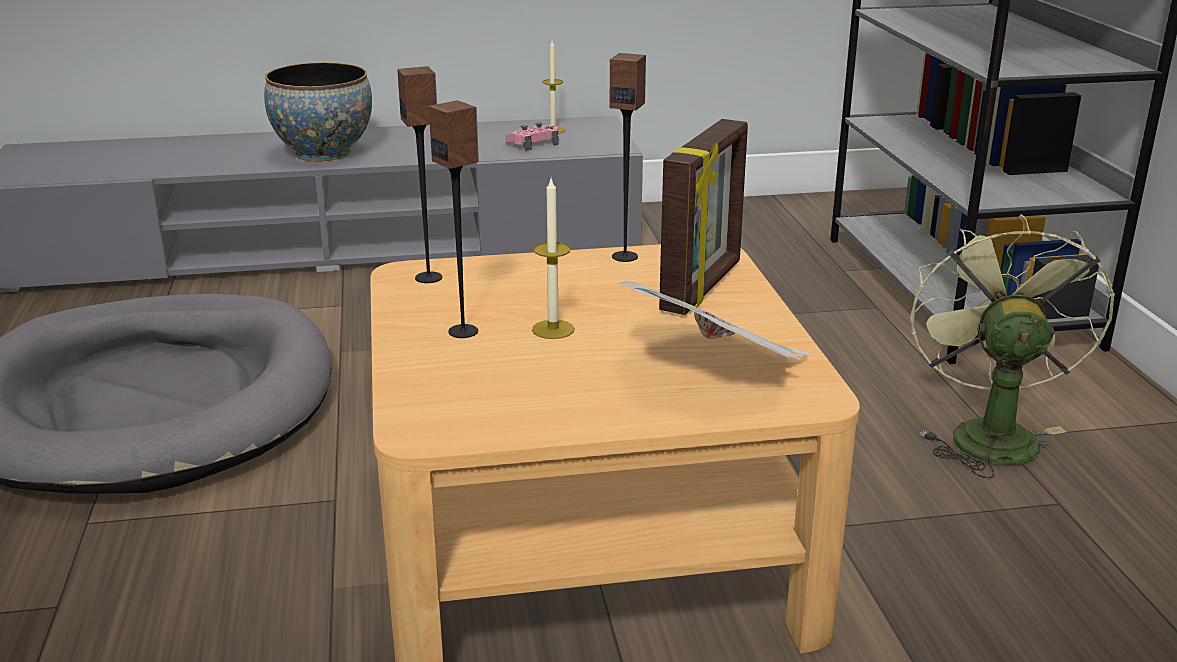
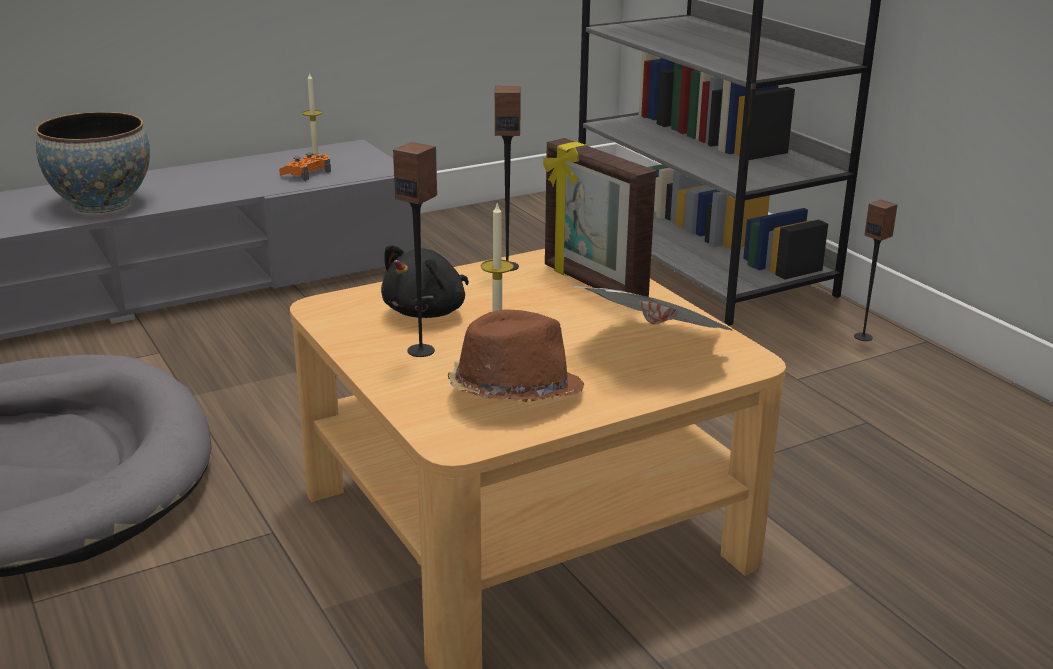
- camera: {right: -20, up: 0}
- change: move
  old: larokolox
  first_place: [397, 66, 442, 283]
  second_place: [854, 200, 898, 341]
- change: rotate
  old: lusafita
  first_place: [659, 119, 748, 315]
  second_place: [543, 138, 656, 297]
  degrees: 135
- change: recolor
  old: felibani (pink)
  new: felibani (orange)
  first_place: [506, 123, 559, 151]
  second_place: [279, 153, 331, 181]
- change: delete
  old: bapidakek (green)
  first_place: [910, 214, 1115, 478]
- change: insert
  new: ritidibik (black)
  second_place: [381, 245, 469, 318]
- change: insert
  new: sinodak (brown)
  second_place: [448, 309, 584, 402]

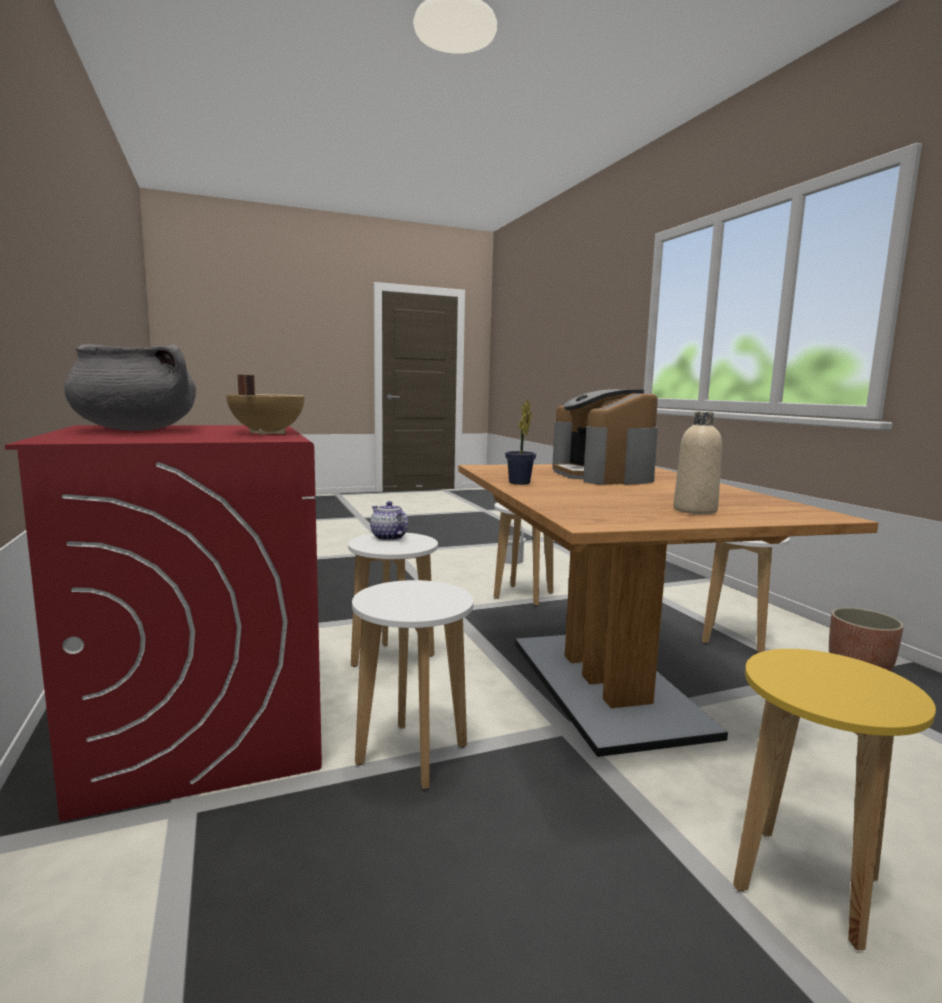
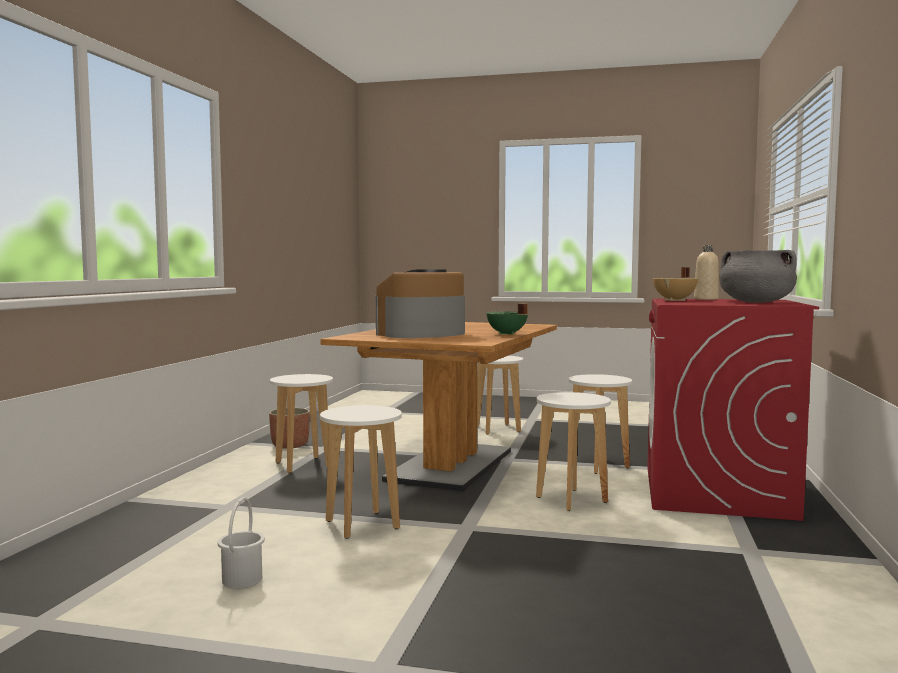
- camera: {right: -145, up: -5}
- change: rotate
  old: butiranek
  first_place: [552, 389, 658, 484]
  second_place: [376, 269, 465, 338]
  degrees: -150
- change: replace
  old: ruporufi
  new: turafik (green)
  first_place: [505, 400, 536, 485]
  second_place: [487, 303, 528, 335]
- change: move
  old: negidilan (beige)
  first_place: [673, 412, 722, 514]
  second_place: [694, 245, 719, 300]
- change: delete
  old: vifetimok
  first_place: [370, 501, 408, 540]
- change: recolor
  old: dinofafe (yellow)
  new: dinofafe (white)
  first_place: [733, 649, 936, 951]
  second_place: [477, 356, 524, 435]

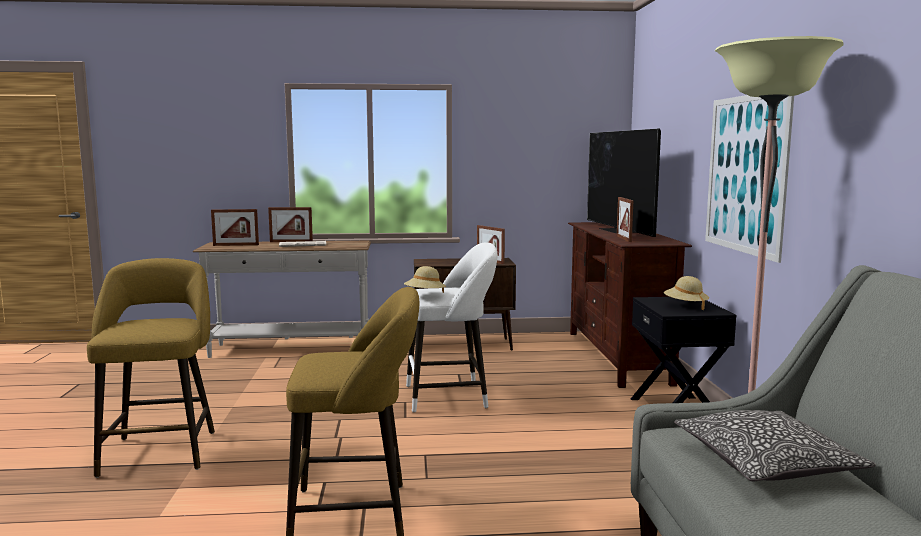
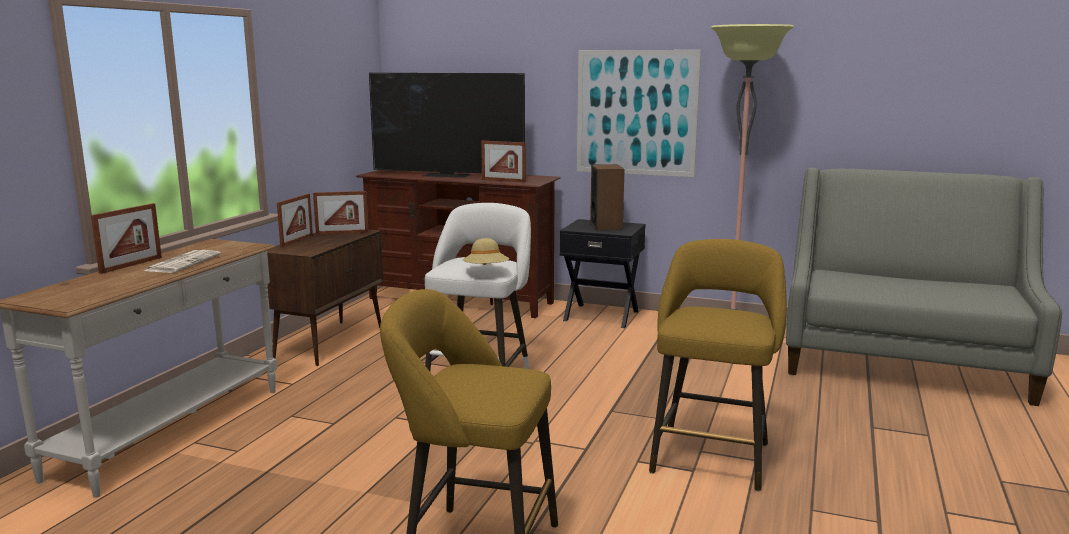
- camera: {right: -65, up: 5}
- change: move
  old: lusafita
  first_place: [211, 209, 259, 246]
  second_place: [277, 194, 313, 247]
- change: replace
  old: sinodak (beige)
  new: larokolox
  first_place: [664, 276, 709, 310]
  second_place: [590, 164, 625, 230]
- change: delete
  old: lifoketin
  first_place: [674, 410, 876, 481]

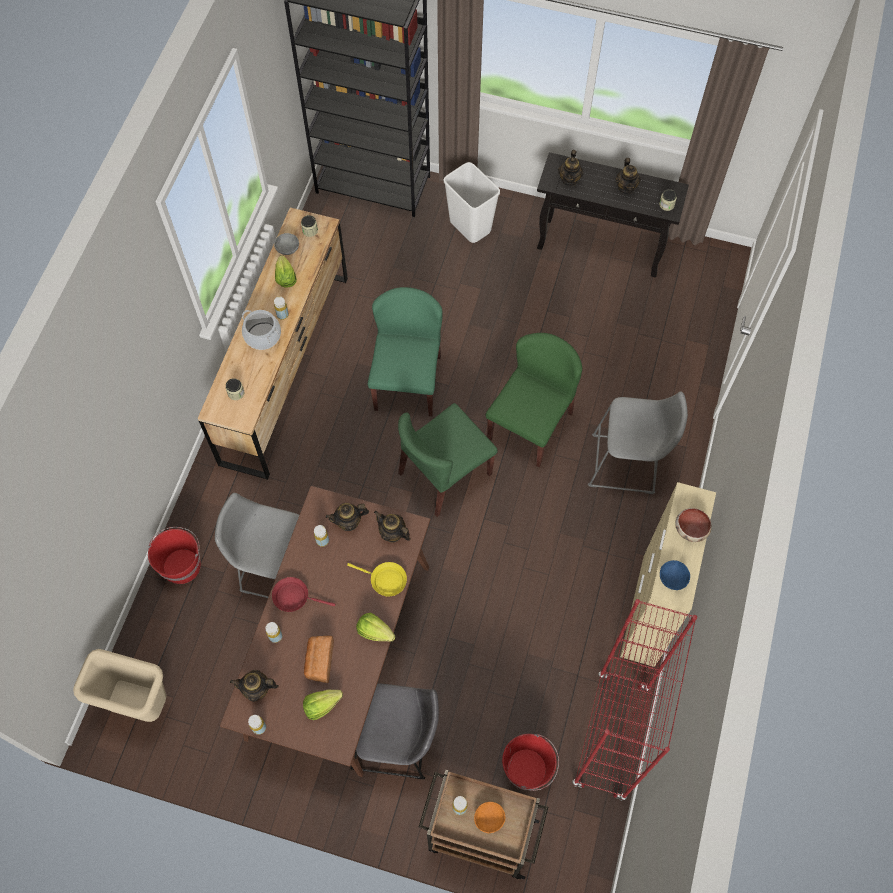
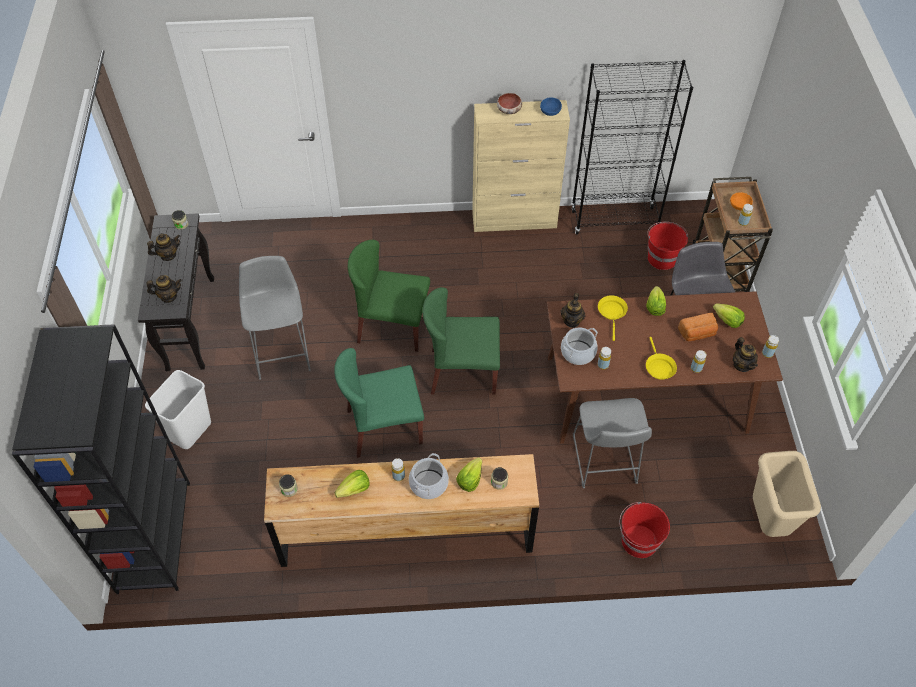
- camera: {right: -110, up: -10}
- change: delete
  old: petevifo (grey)
  first_place: [274, 233, 299, 255]
- change: move
  old: dinofafe (grey)
  first_place: [588, 391, 688, 494]
  second_place: [239, 256, 311, 380]
- change: rotate
  old: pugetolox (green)
  first_place: [398, 403, 498, 517]
  second_place: [422, 287, 500, 394]
  degrees: 150
- change: replace
  old: vifetimok
  new: turafik
  first_place: [326, 503, 369, 531]
  second_place: [561, 327, 598, 365]
- change: recolor
  old: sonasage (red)
  new: sonasage (yellow)
  first_place: [272, 577, 335, 612]
  second_place: [646, 337, 677, 380]
- change: recolor
  old: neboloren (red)
  new: neboloren (black)
  first_place: [572, 599, 697, 801]
  second_place: [572, 60, 693, 234]
- change: insert
  new: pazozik
  second_place: [456, 457, 482, 492]

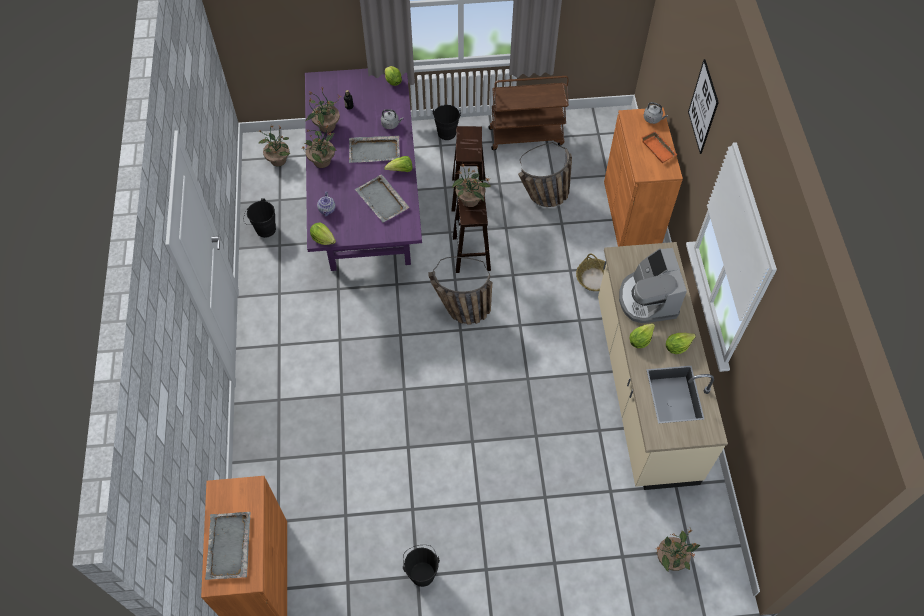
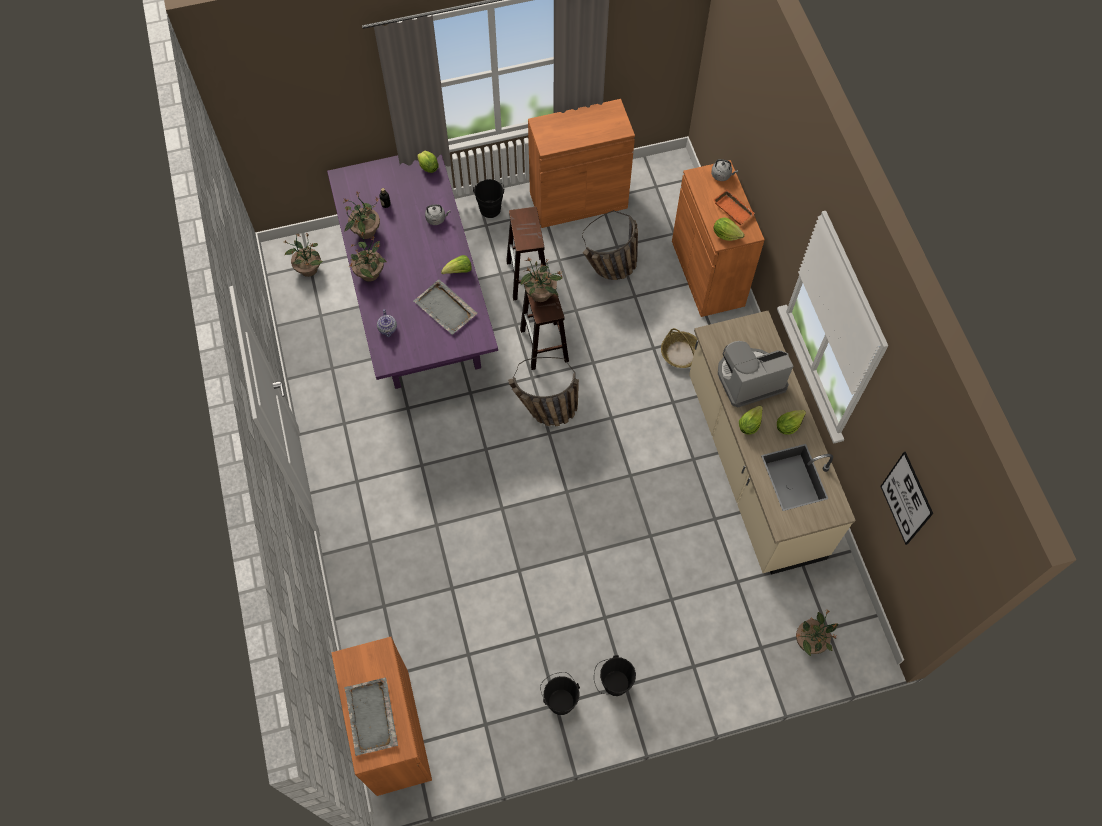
- camera: {right: -10, up: 5}
- change: move
  old: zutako
  first_place: [688, 59, 719, 154]
  second_place: [880, 452, 933, 545]
- change: replace
  old: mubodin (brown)
  new: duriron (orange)
  first_place: [488, 76, 569, 150]
  second_place: [528, 99, 635, 228]
- change: delete
  old: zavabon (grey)
  first_place: [349, 136, 400, 163]
- change: move
  old: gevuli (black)
  first_place: [244, 198, 276, 238]
  second_place: [594, 655, 636, 696]
- change: move
  old: pazozik
  first_place: [310, 222, 336, 245]
  second_place: [713, 217, 745, 241]
- change: rotate
  old: butiranek
  first_place: [619, 248, 687, 323]
  second_place: [718, 341, 794, 408]
  degrees: 90

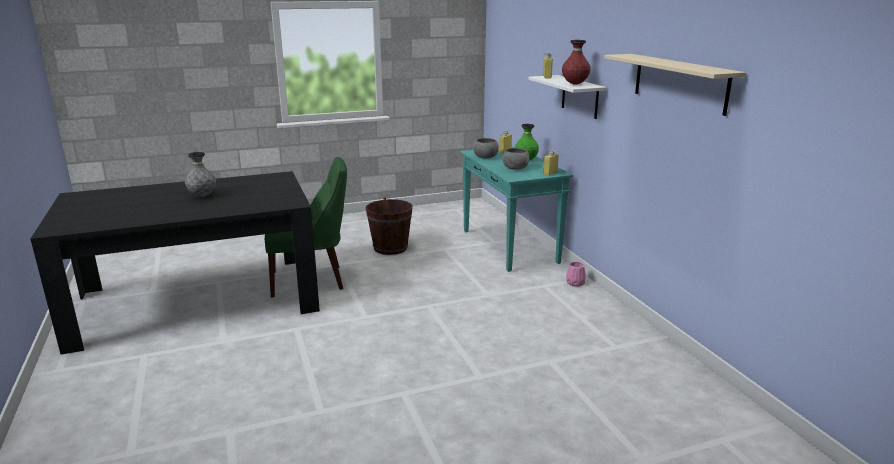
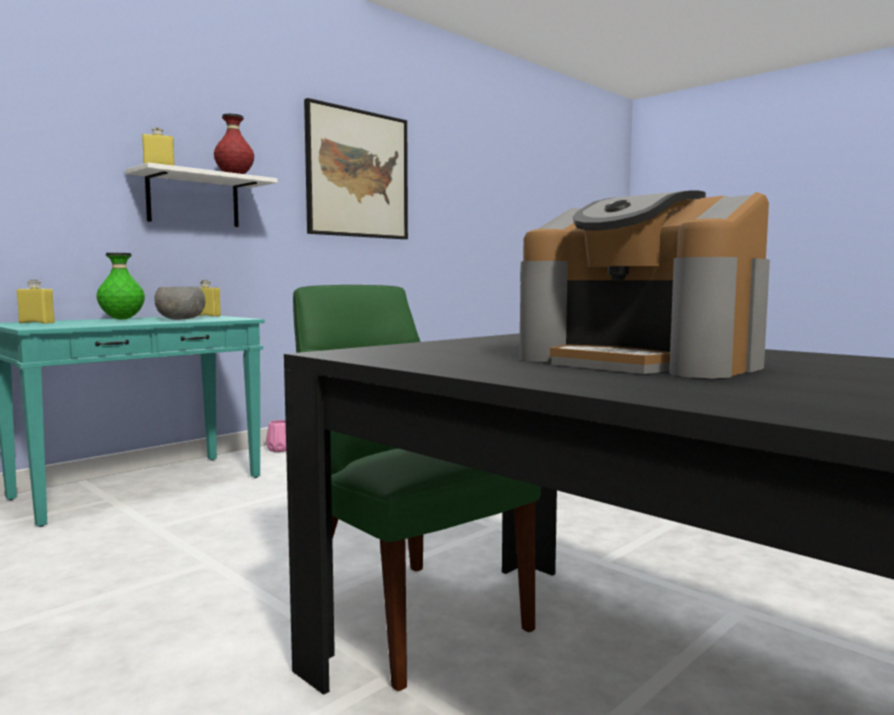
- camera: {right: -115, up: -15}
- change: replace
  old: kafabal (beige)
  new: zutako
  first_place: [604, 54, 746, 116]
  second_place: [304, 98, 408, 239]
- change: delete
  old: petevifo (grey)
  first_place: [473, 138, 499, 159]
- change: replace
  old: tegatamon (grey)
  new: butiranek
  first_place: [185, 152, 216, 197]
  second_place: [519, 190, 770, 379]
- change: delete
  old: gevuli (brown)
  first_place: [366, 198, 413, 255]

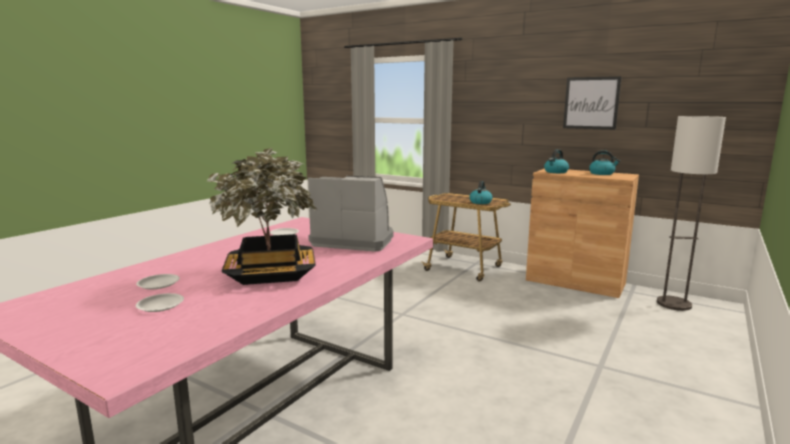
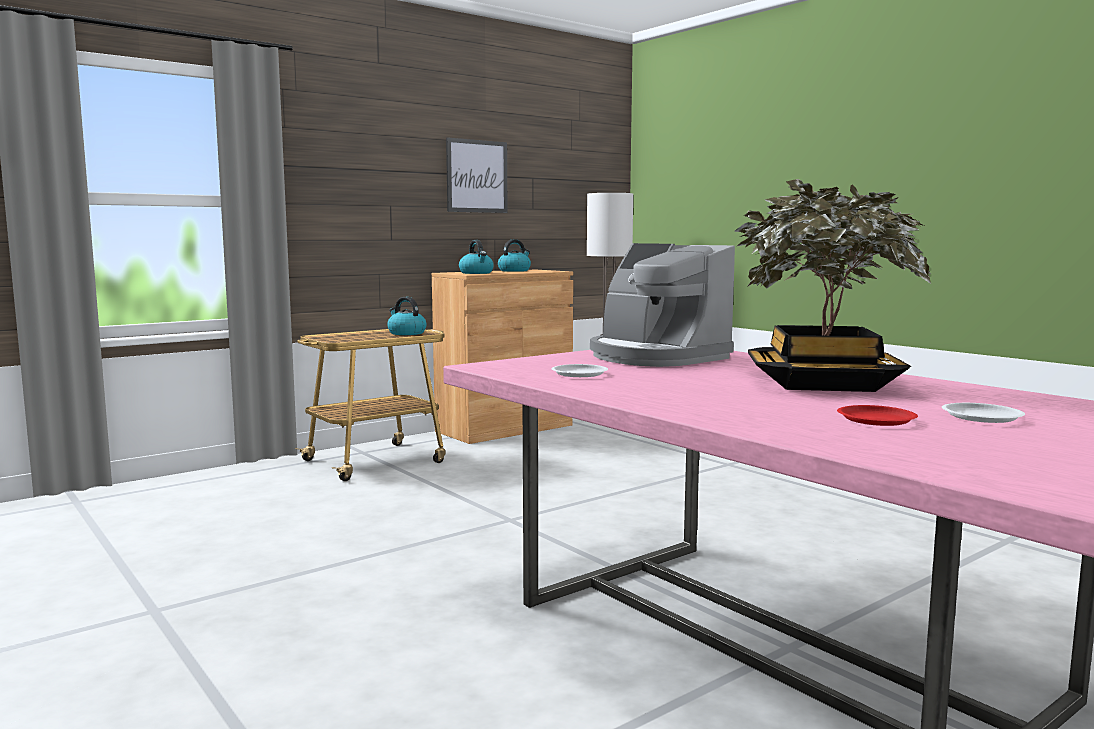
- camera: {right: -70, up: -5}
- change: rotate
  old: butiranek
  first_place: [308, 176, 393, 252]
  second_place: [590, 243, 735, 367]
  degrees: -75
- change: recolor
  old: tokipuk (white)
  new: tokipuk (red)
  first_place: [136, 274, 180, 289]
  second_place: [837, 405, 918, 426]

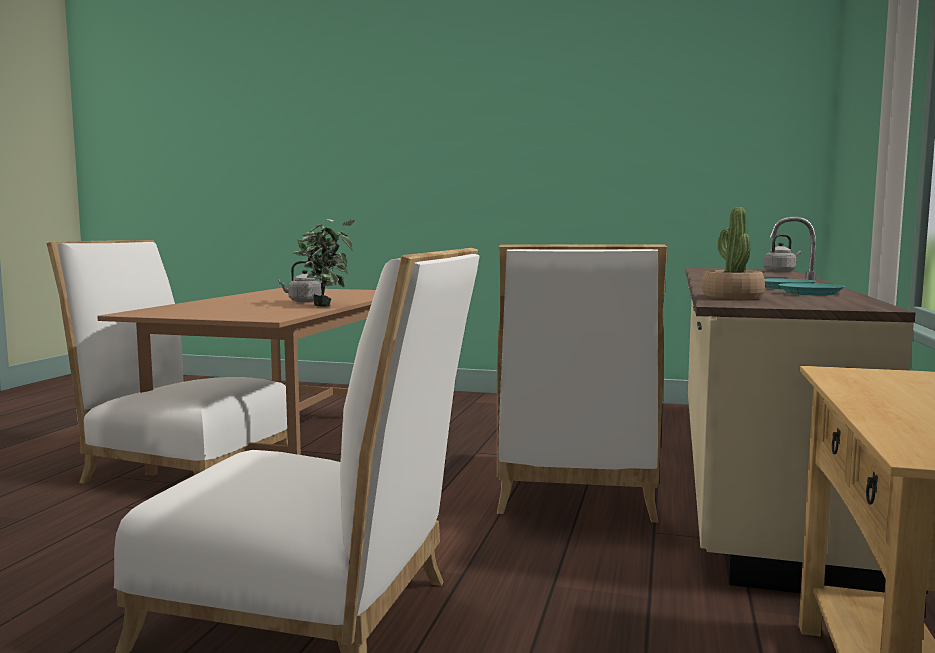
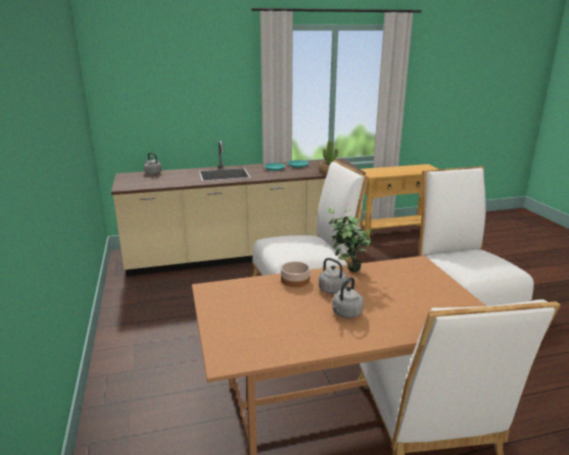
- camera: {right: -120, up: 15}
- change: insert
  new: petevifo
  second_place: [281, 261, 310, 287]
- change: insert
  new: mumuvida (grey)
  second_place: [332, 277, 364, 318]

